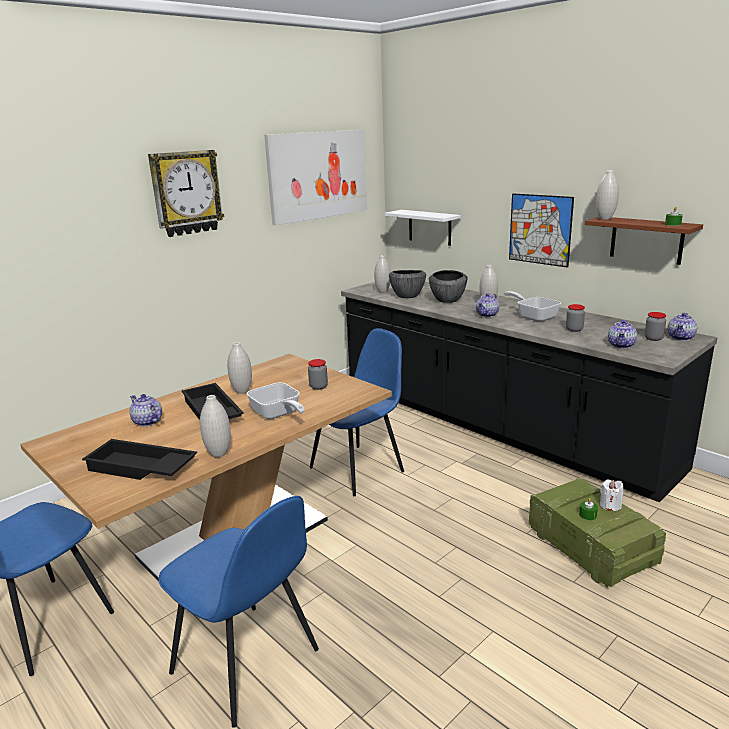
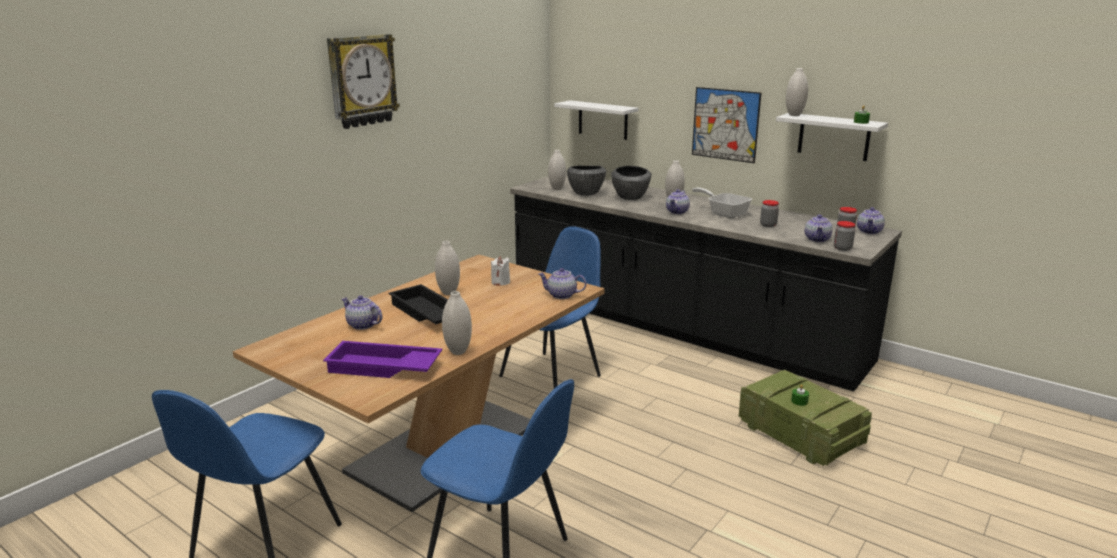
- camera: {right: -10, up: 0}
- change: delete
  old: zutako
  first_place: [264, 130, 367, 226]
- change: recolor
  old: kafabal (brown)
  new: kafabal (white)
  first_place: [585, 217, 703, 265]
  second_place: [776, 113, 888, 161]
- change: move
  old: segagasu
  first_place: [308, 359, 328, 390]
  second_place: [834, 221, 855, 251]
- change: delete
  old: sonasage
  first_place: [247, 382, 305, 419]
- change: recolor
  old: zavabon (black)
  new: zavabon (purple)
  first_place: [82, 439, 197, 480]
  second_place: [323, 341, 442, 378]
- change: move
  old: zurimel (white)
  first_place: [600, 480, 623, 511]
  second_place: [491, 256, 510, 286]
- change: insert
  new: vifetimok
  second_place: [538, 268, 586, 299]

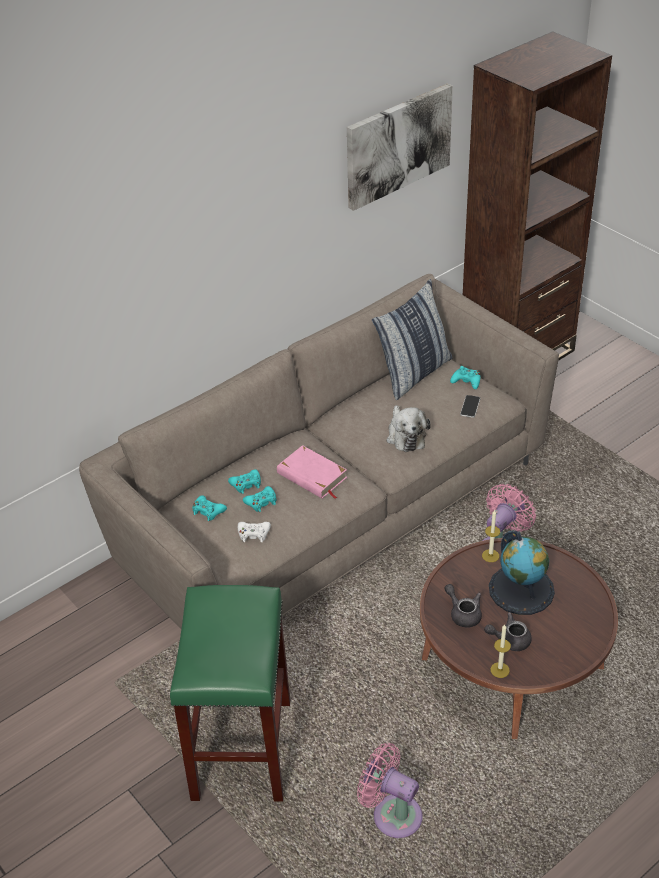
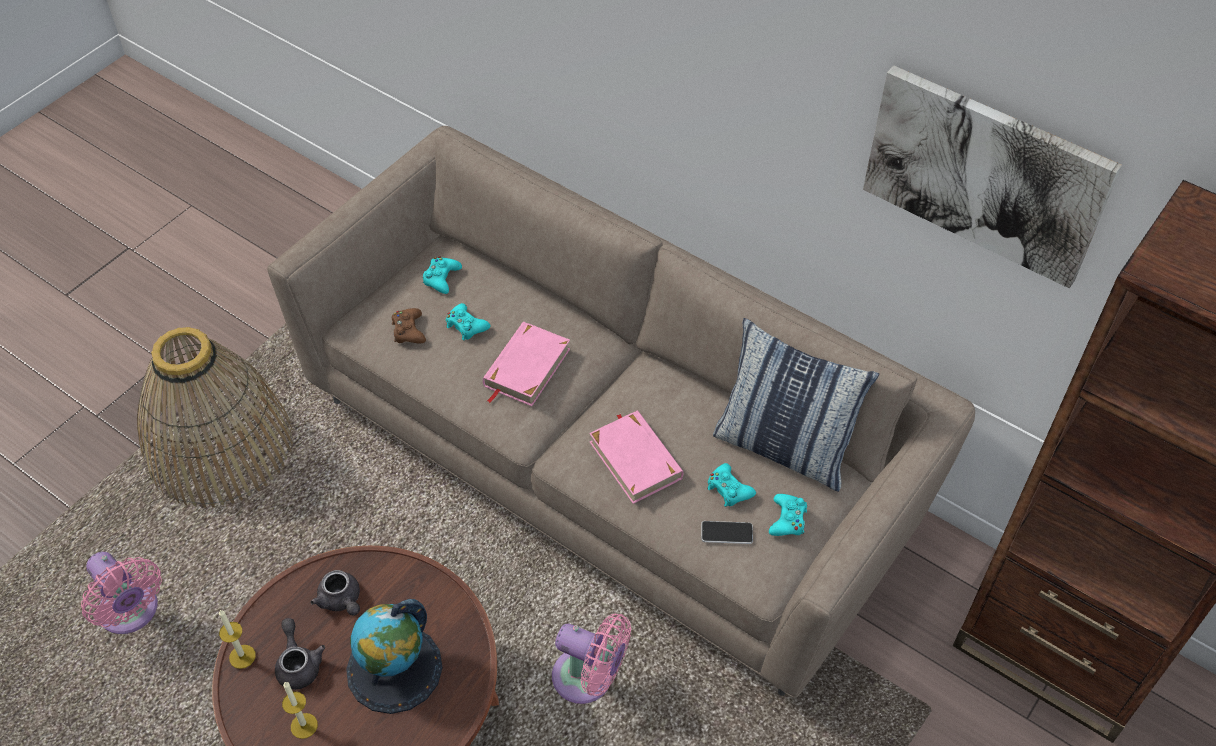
- camera: {right: 75, up: 10}
- change: replace
  old: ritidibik
  new: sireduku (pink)
  first_place: [387, 405, 431, 452]
  second_place: [589, 410, 683, 504]
- change: move
  old: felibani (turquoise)
  first_place: [228, 469, 261, 494]
  second_place: [707, 463, 756, 507]
- change: move
  old: zurimel
  first_place: [482, 510, 500, 562]
  second_place: [282, 682, 318, 739]
- change: recolor
  old: felibani (white)
  new: felibani (brown)
  first_place: [238, 522, 271, 542]
  second_place: [392, 308, 426, 343]
- change: rotate
  old: vifetimok (grey)
  first_place: [444, 584, 482, 628]
  second_place: [310, 570, 360, 616]
  degrees: 105
- change: replace
  old: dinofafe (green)
  new: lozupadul
  first_place: [170, 585, 290, 802]
  second_place: [137, 327, 293, 508]
- change: rotate
  old: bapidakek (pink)
  first_place: [357, 743, 422, 838]
  second_place: [81, 552, 162, 634]
  degrees: 120

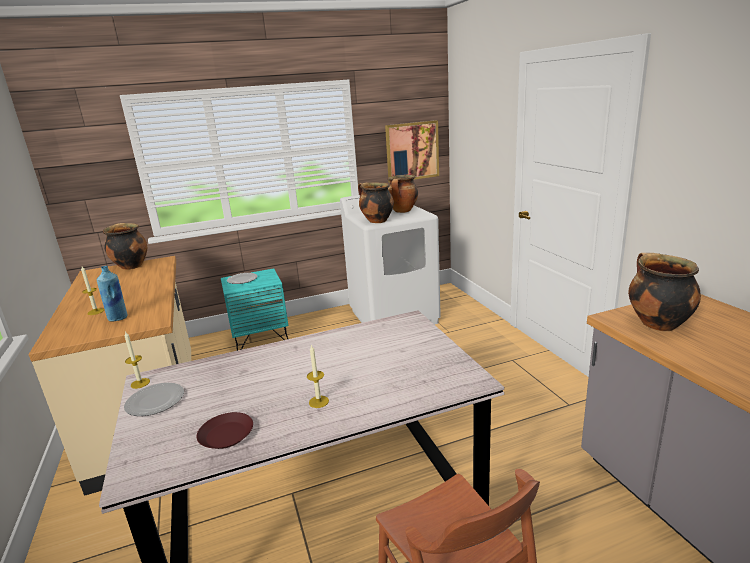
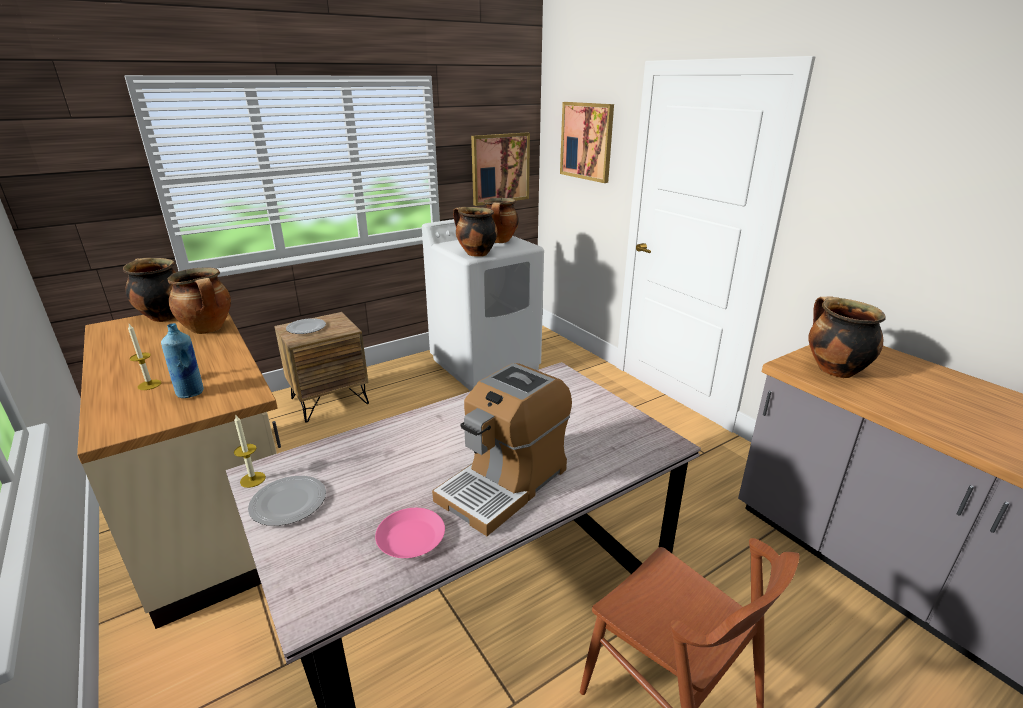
- camera: {right: -15, up: 5}
- change: recolor
  old: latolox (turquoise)
  new: latolox (brown)
  first_place: [221, 268, 288, 351]
  second_place: [274, 312, 369, 423]
- change: replace
  old: zurimel
  new: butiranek
  first_place: [307, 344, 329, 408]
  second_place: [432, 363, 572, 536]
- change: recolor
  old: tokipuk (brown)
  new: tokipuk (pink)
  first_place: [197, 412, 253, 449]
  second_place: [375, 508, 445, 558]
- change: insert
  new: zutako
  second_place: [560, 102, 614, 183]
- change: insert
  new: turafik
  second_place: [168, 267, 231, 334]

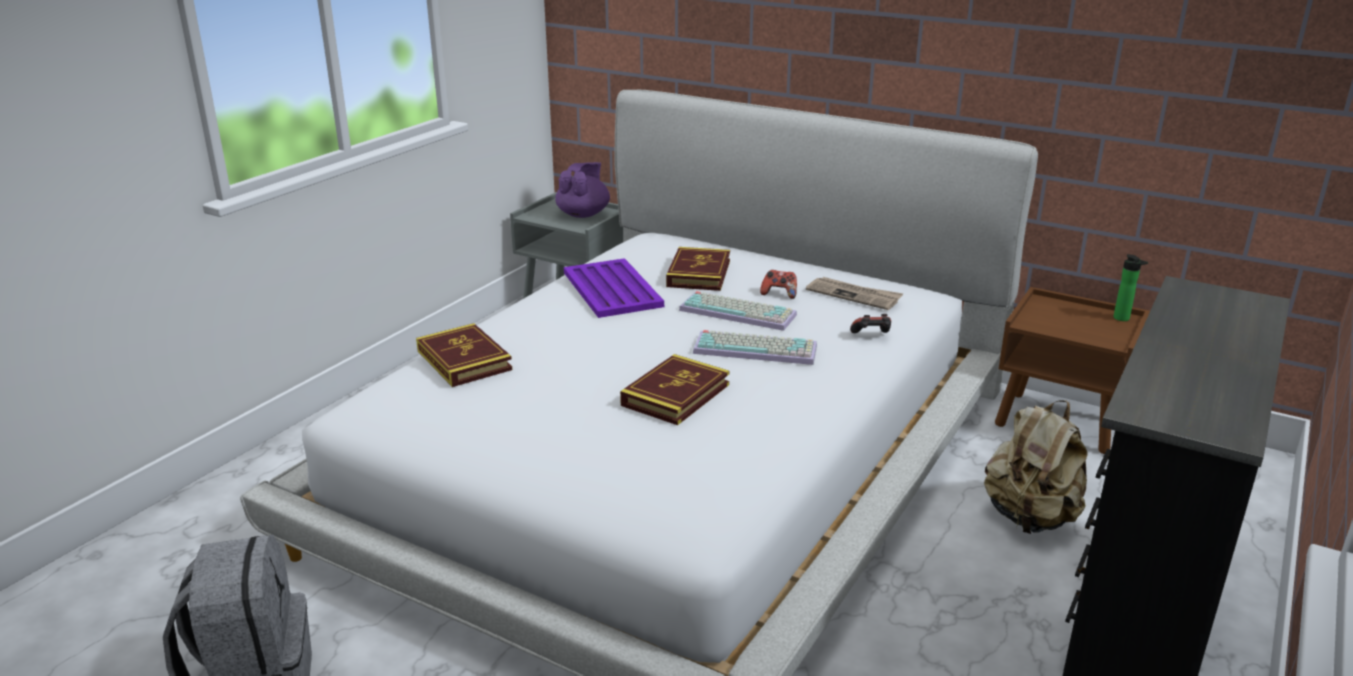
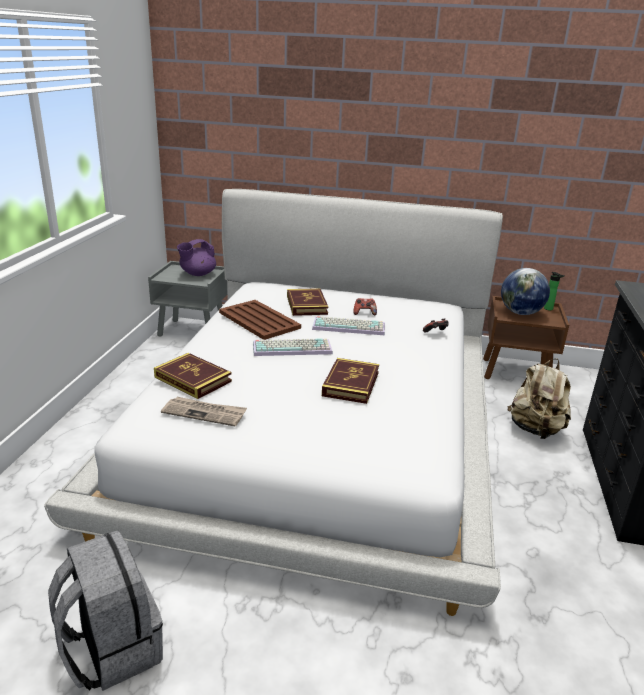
- camera: {right: -20, up: 0}
- change: rotate
  old: vifetimok (purple)
  first_place: [555, 162, 610, 218]
  second_place: [177, 239, 216, 276]
  degrees: -135
- change: recolor
  old: zavabon (purple)
  new: zavabon (brown)
  first_place: [564, 258, 664, 318]
  second_place: [219, 300, 301, 340]
- change: move
  old: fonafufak
  first_place: [806, 277, 903, 310]
  second_place: [161, 397, 247, 426]
- change: move
  old: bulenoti
  first_place: [693, 330, 817, 365]
  second_place: [253, 338, 333, 356]
- change: insert
  new: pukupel
  second_place: [501, 268, 550, 315]

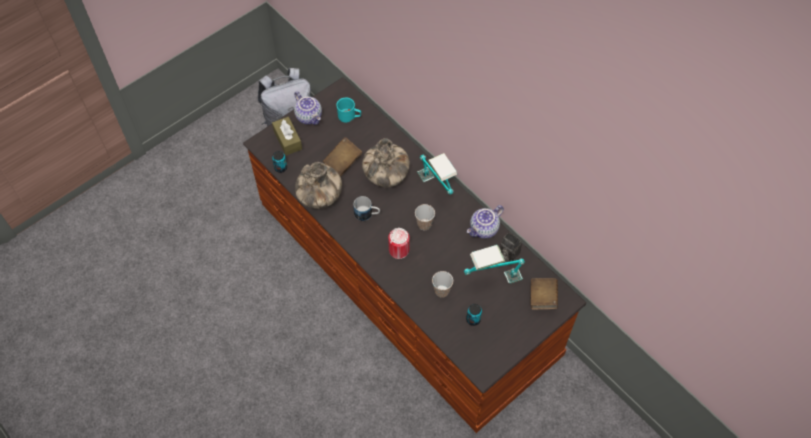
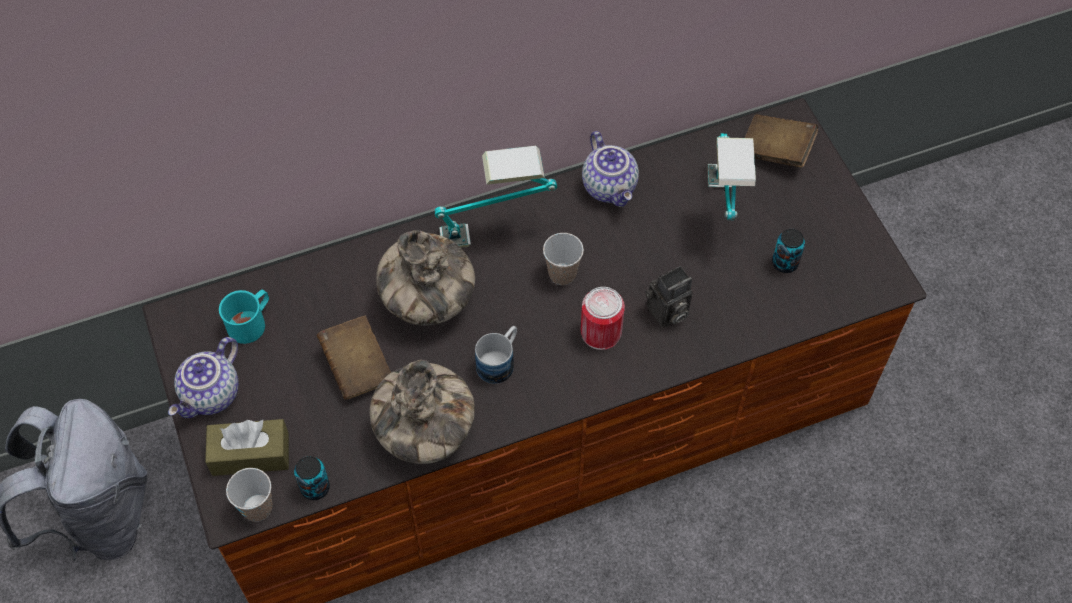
- camera: {right: -70, up: 0}
- change: rotate
  old: vifetimok
  first_place: [294, 91, 322, 125]
  second_place: [168, 337, 239, 418]
  degrees: 135
- change: move
  old: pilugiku
  first_place: [500, 232, 522, 262]
  second_place: [645, 266, 693, 327]
- change: move
  old: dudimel
  first_place: [432, 271, 453, 298]
  second_place: [226, 468, 273, 522]

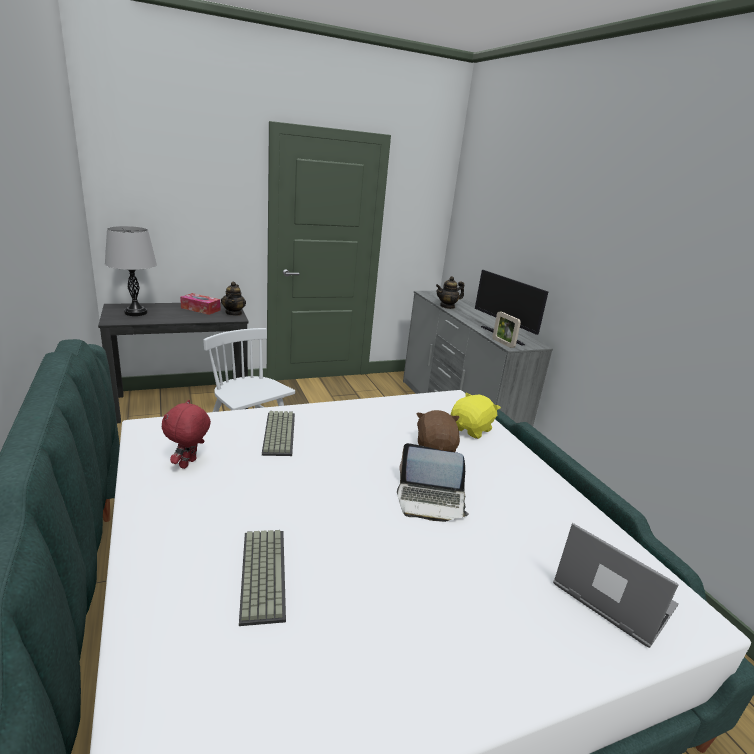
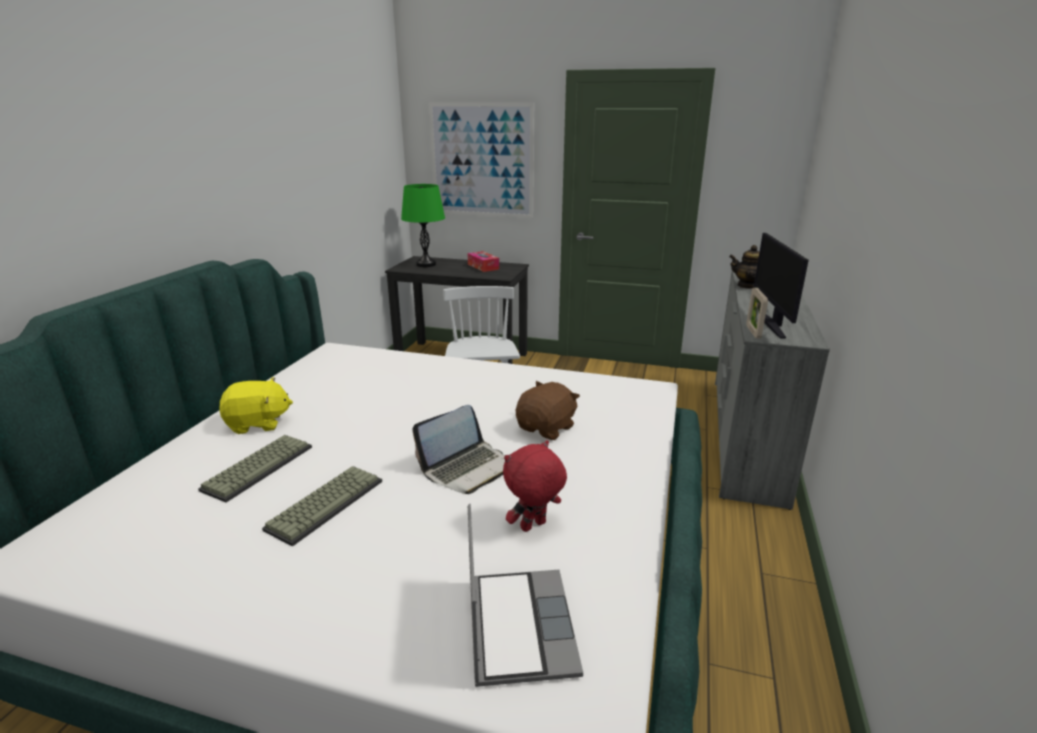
- camera: {right: 40, up: 0}
- change: recolor
  old: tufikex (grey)
  new: tufikex (green)
  first_place: [105, 226, 157, 316]
  second_place: [401, 184, 445, 267]
- change: delete
  old: vifetimok
  first_place: [221, 282, 246, 316]
- change: move
  old: ritidibik (yellow)
  first_place: [451, 392, 501, 439]
  second_place: [219, 377, 293, 434]
- change: move
  old: ritidibik (red)
  first_place: [162, 400, 211, 469]
  second_place: [503, 440, 567, 532]
- change: move
  old: bulenoti
  first_place: [262, 411, 295, 456]
  second_place: [262, 466, 382, 547]
- change: rotate
  old: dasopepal
  first_place: [397, 443, 469, 522]
  second_place: [412, 405, 505, 494]
  degrees: -90
- change: insert
  new: zutako
  second_place: [429, 103, 534, 218]

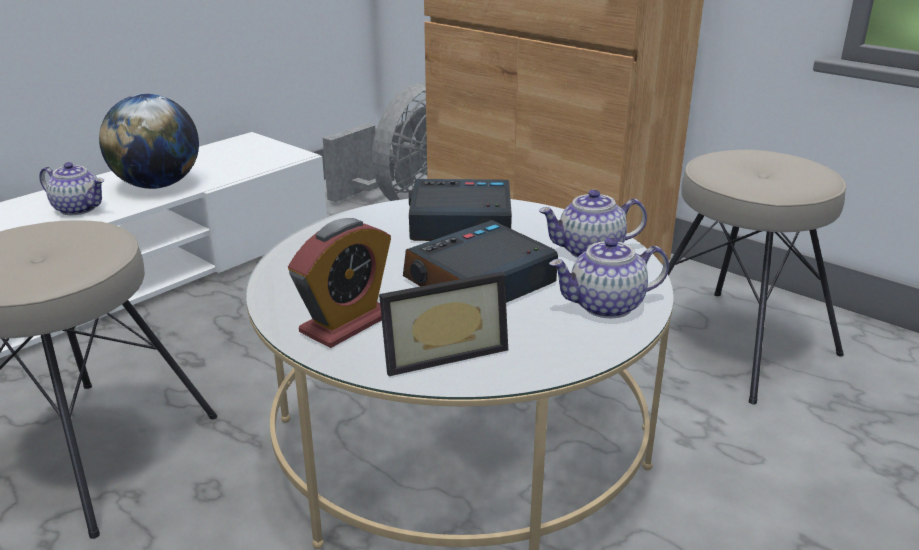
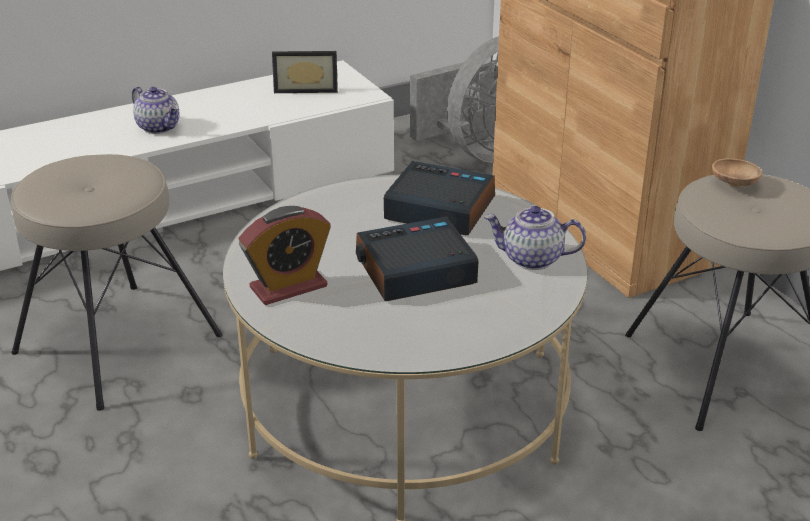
- camera: {right: 20, up: 5}
- change: delete
  old: pukupel
  first_place: [99, 94, 199, 189]
- change: delete
  old: vifetimok
  first_place: [549, 238, 669, 318]
- change: move
  old: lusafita
  first_place: [379, 272, 508, 376]
  second_place: [272, 51, 338, 93]
- change: insert
  new: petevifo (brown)
  second_place: [712, 158, 762, 187]

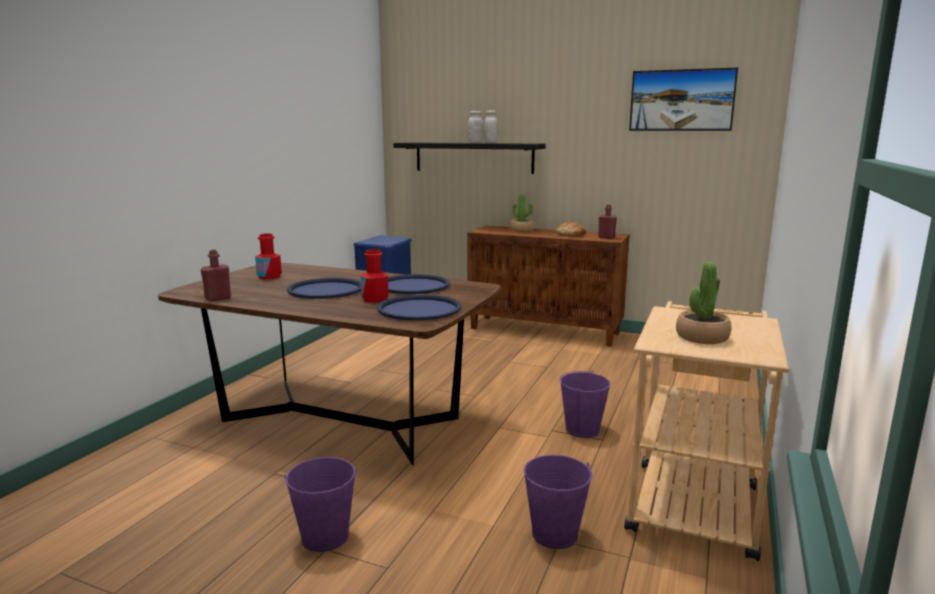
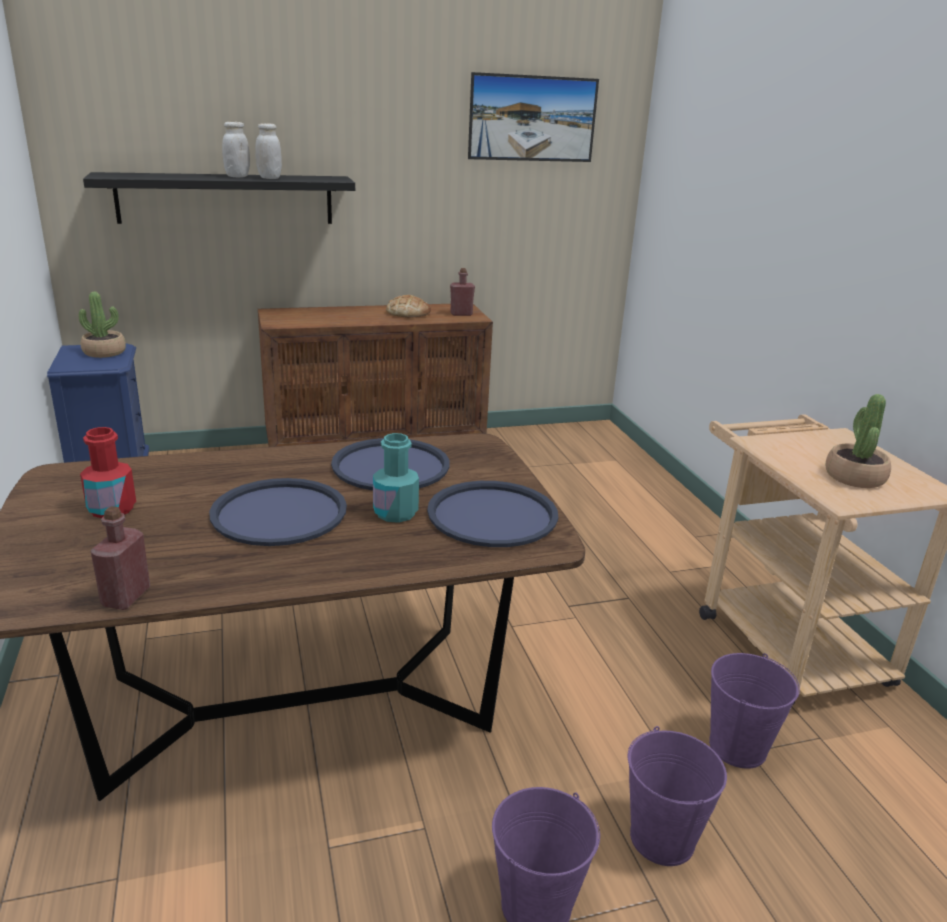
- camera: {right: -40, up: 10}
- change: move
  old: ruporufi
  first_place: [510, 193, 535, 232]
  second_place: [79, 292, 126, 358]
- change: recolor
  old: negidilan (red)
  new: negidilan (turquoise)
  first_place: [361, 249, 389, 303]
  second_place: [373, 433, 419, 523]
- change: move
  old: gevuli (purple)
  first_place: [560, 370, 611, 438]
  second_place: [628, 726, 727, 866]

